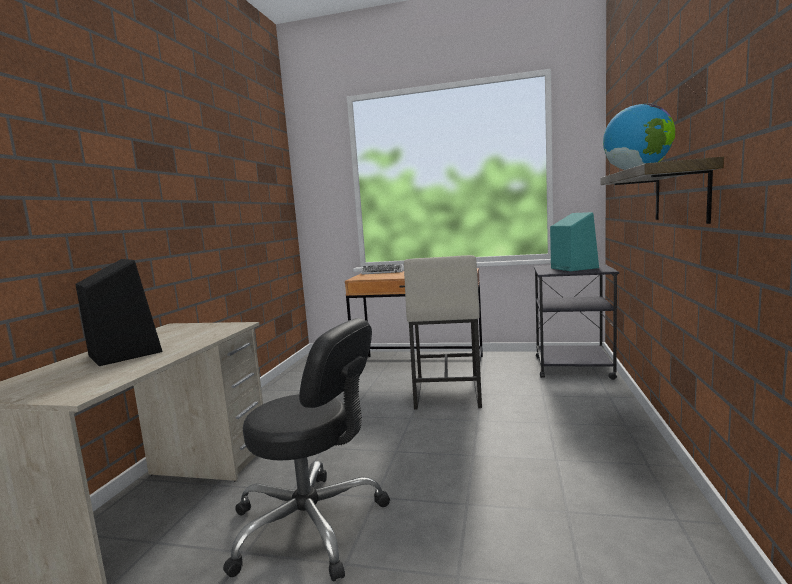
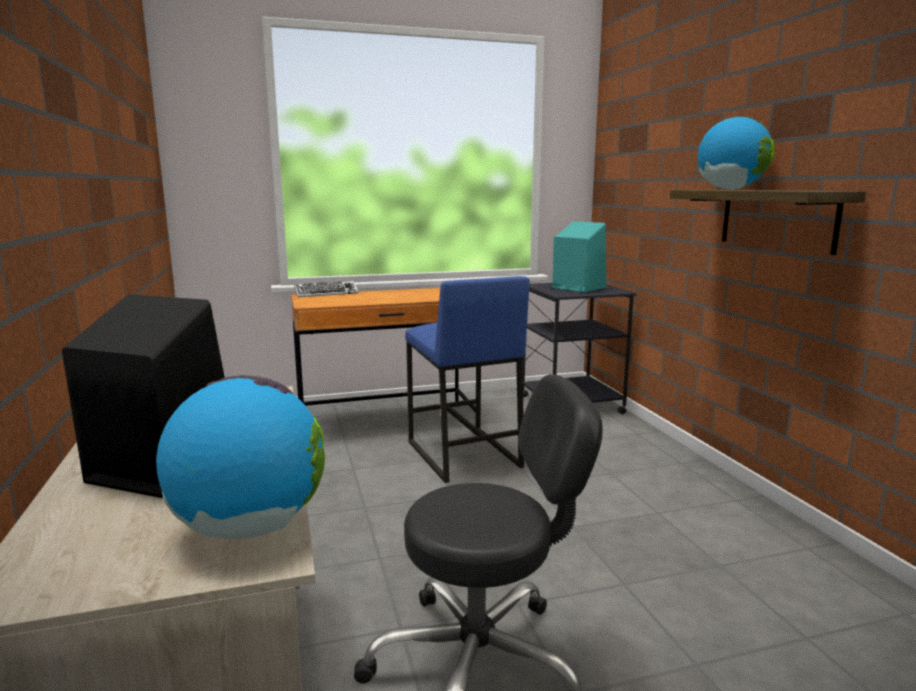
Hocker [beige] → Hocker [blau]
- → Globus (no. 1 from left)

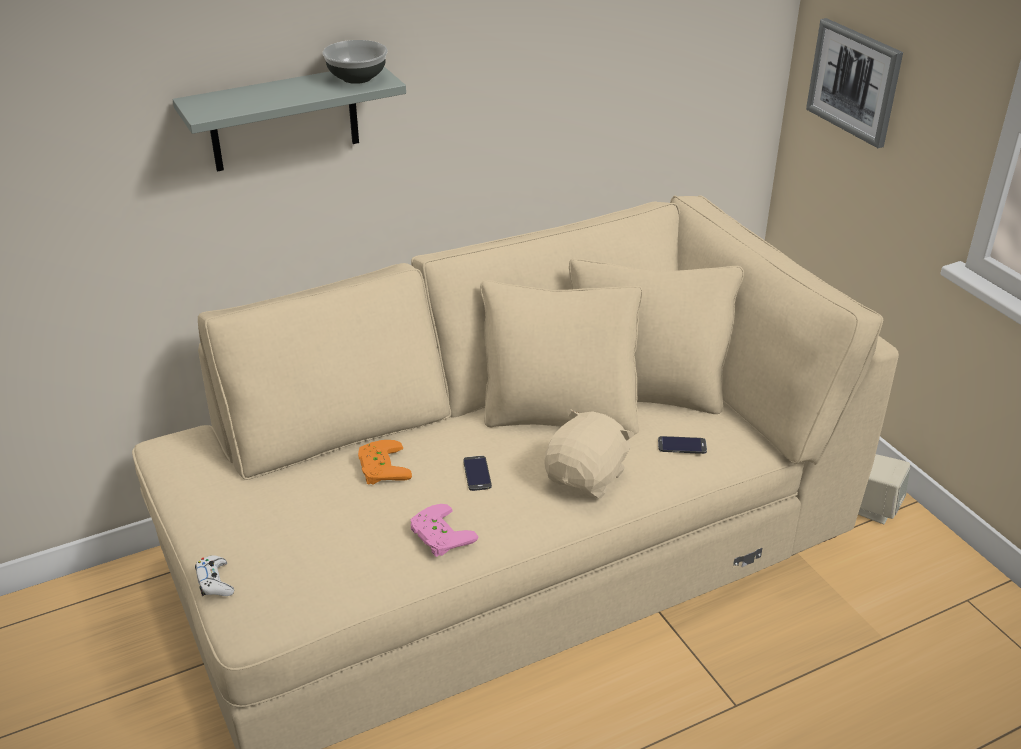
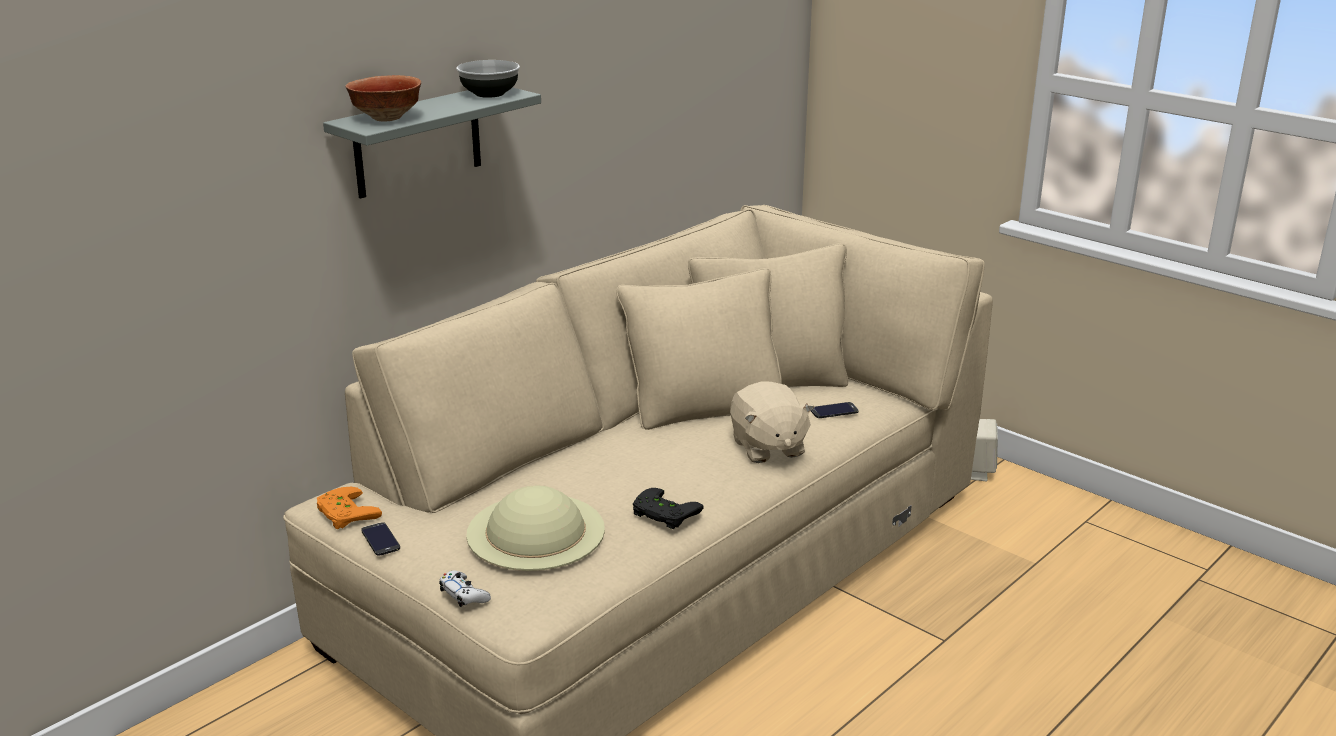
Gamepad [orange], relocated
Gamepad [rosa] → Gamepad [schwarz]
Handy (no. 1 from left), relocated
Plüschtier [beige], 150 degrees clockwise
Bild → -
- → Schüssel (no. 1 from left)
- → Hut [beige]

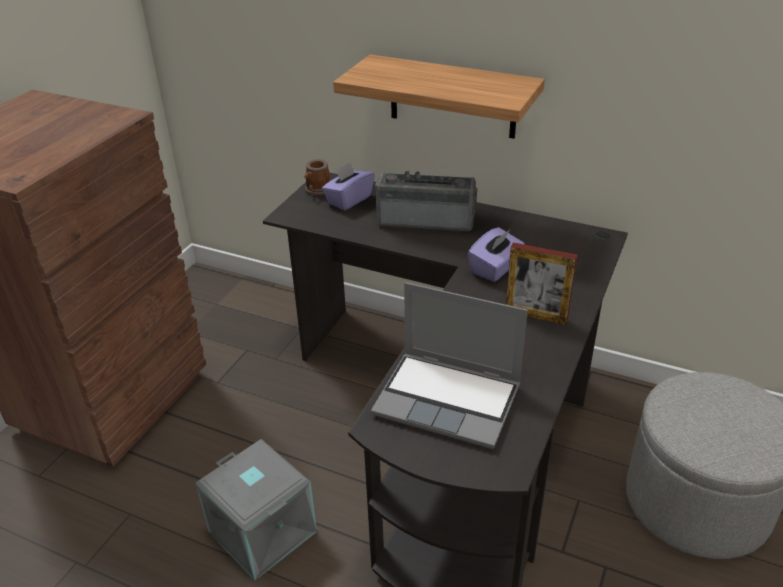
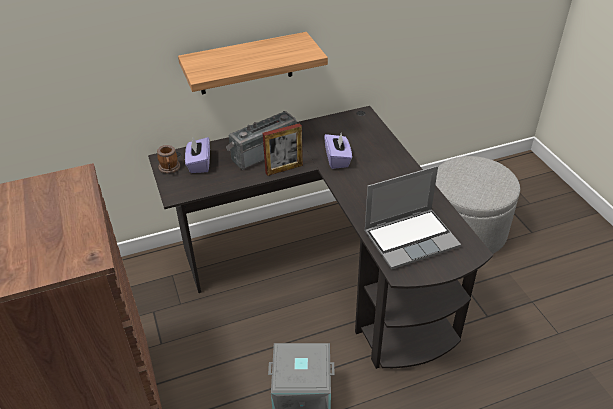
Bilderrahmen, relocated

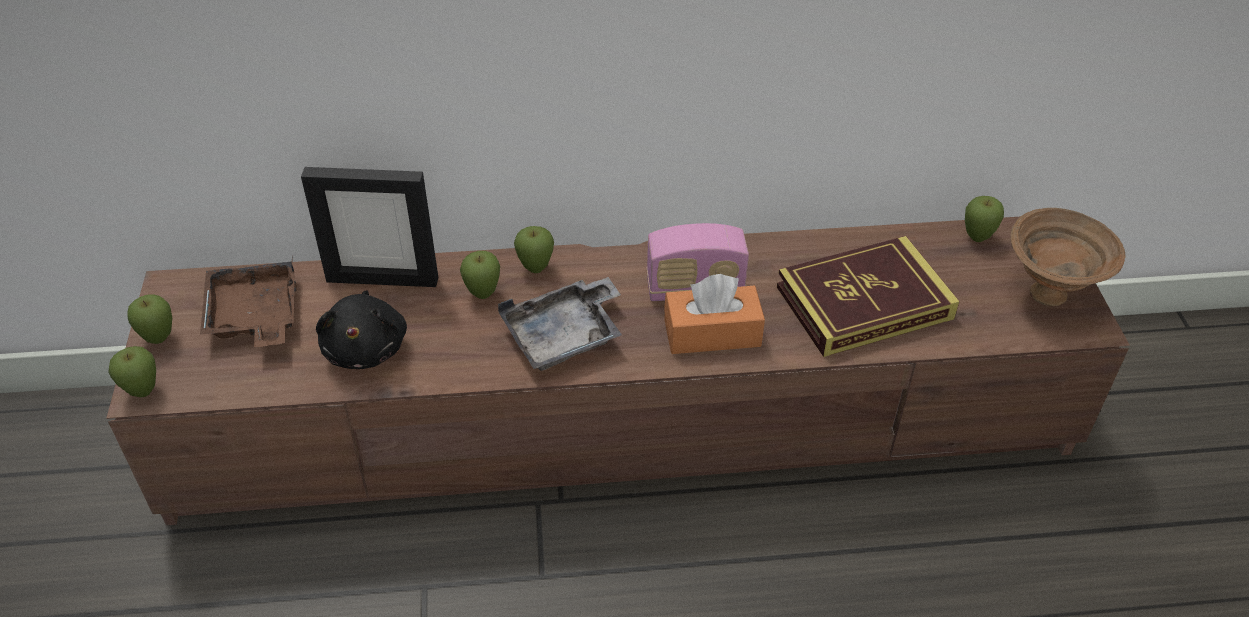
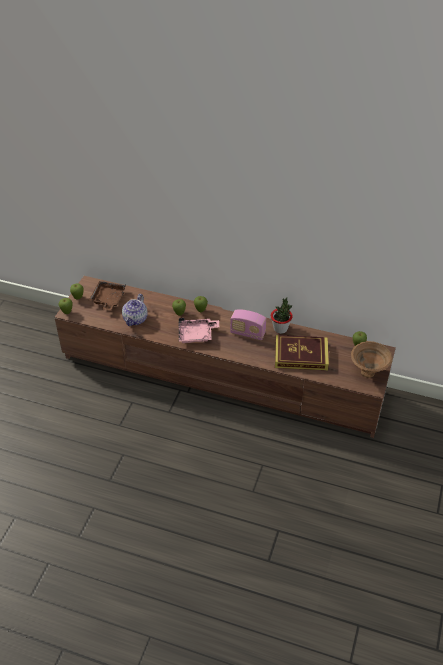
Bilderrahmen → -
Plüschtier [schwarz] → Teekanne
Tablett [grau] → Tablett [rosa]
Taschentuchbox [orange] → -
- → Topfpflanze

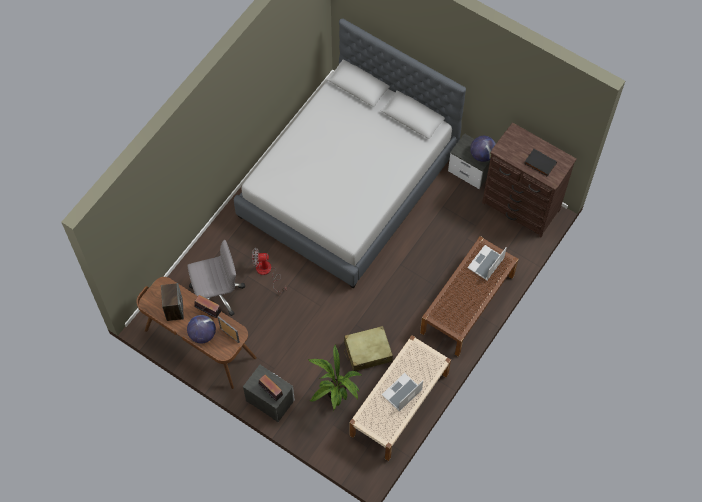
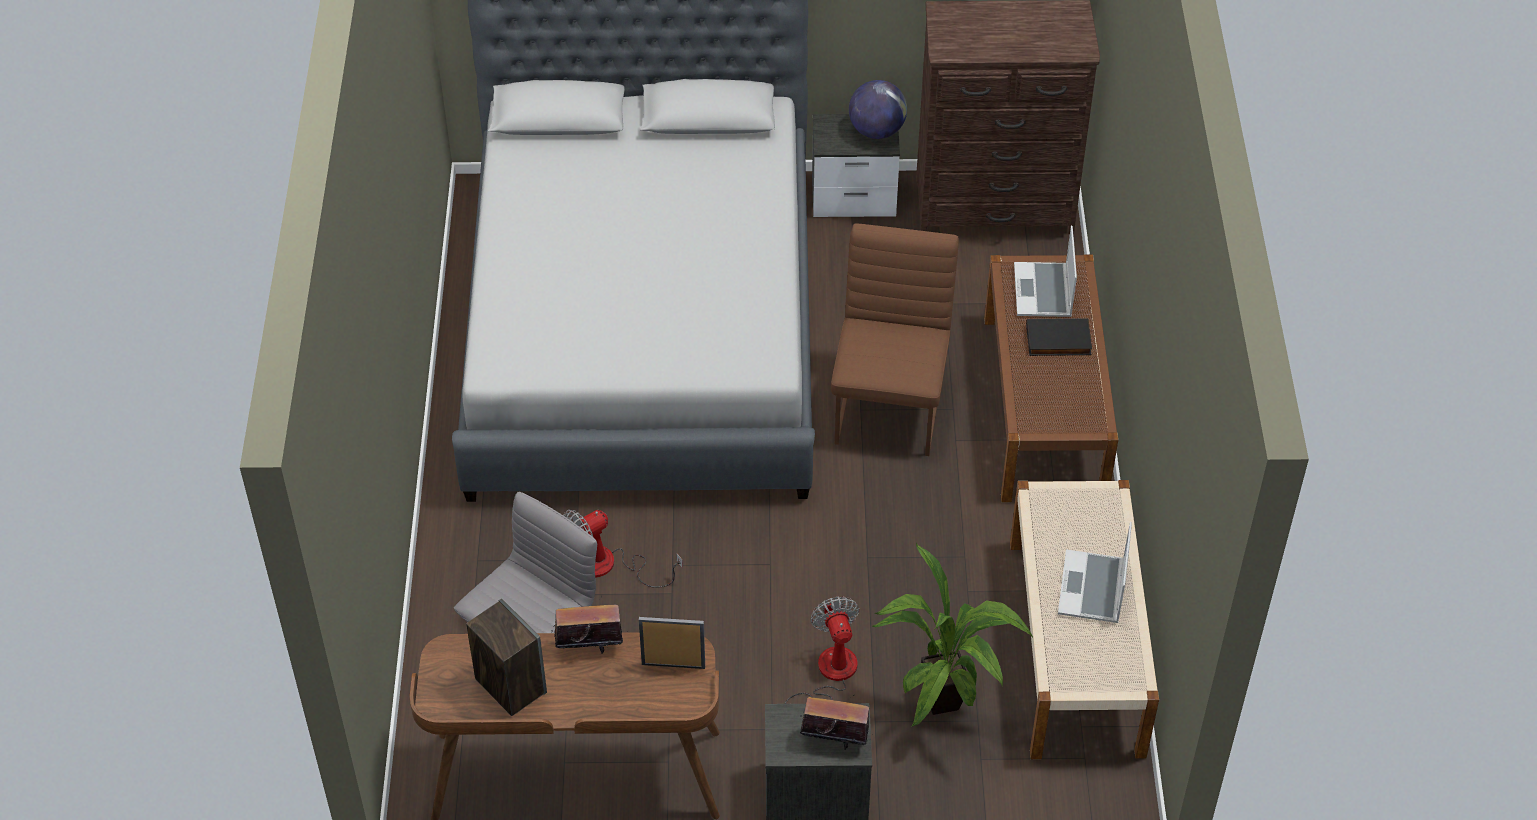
Globus (no. 1 from left) → -
Koffer [beige] → -
Buch [schwarz], relocated
- → Ventilator (no. 2 from left)
- → Stuhl [braun]

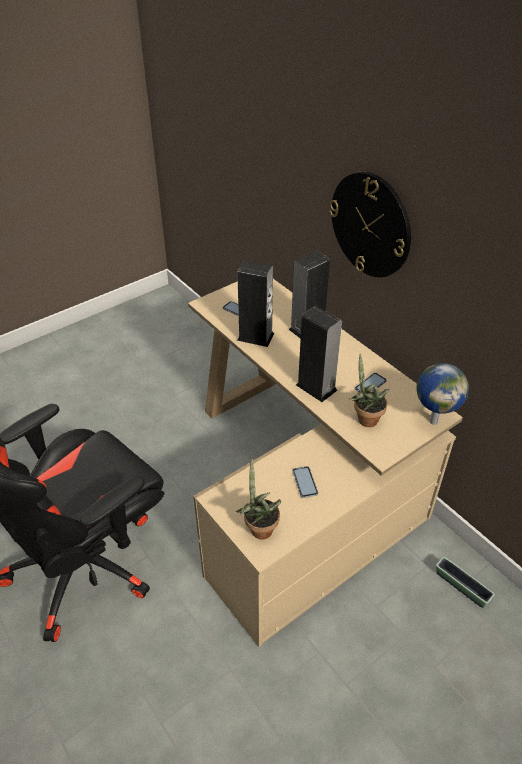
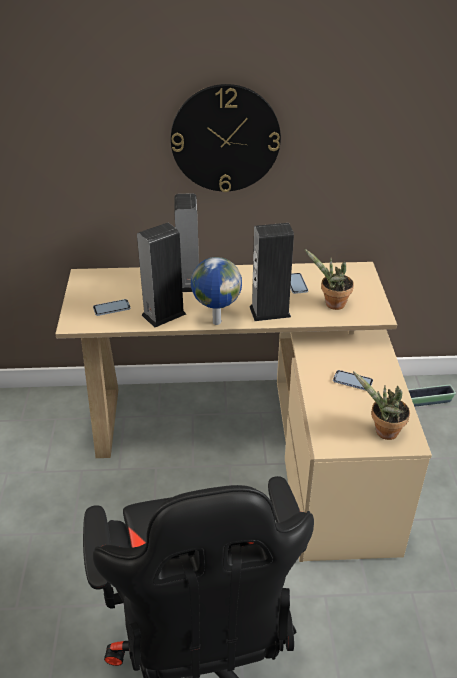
Globus, relocated

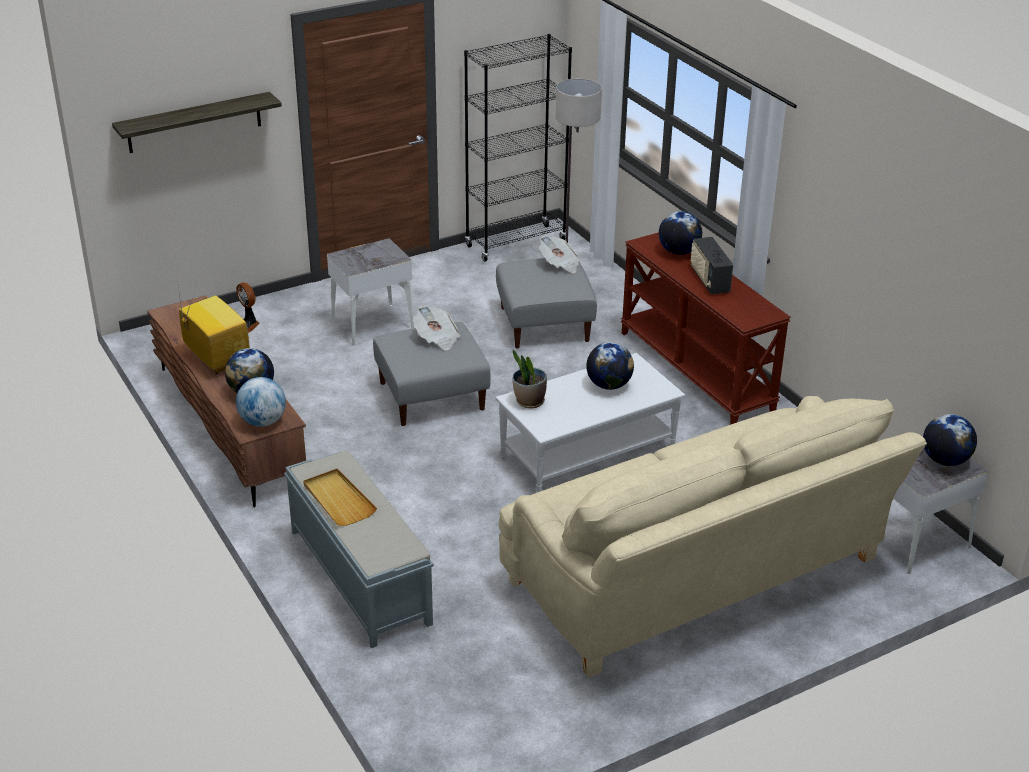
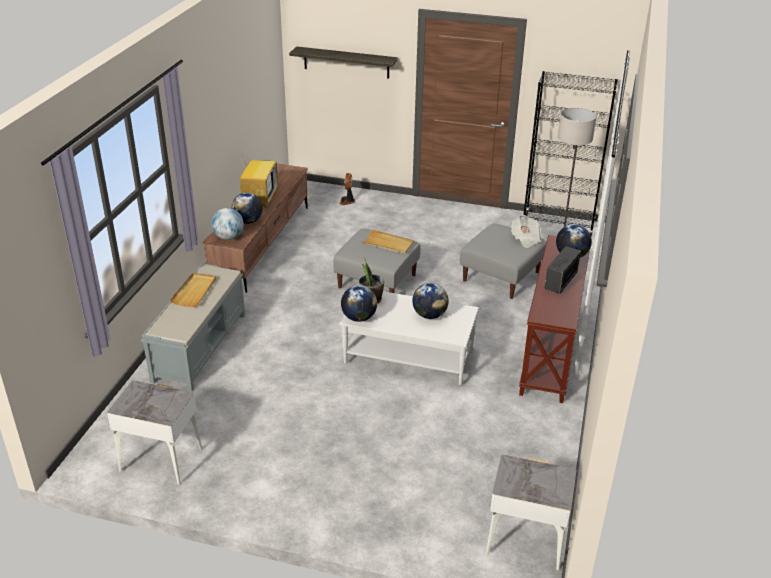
Beistelltisch (no. 1 from left), relocated
Zeitung (no. 1 from left) → Tablett [beige] (no. 2 from left)
Sofa [beige] → -
Globus (no. 5 from left in the first image) → Globus (no. 3 from left), relocated

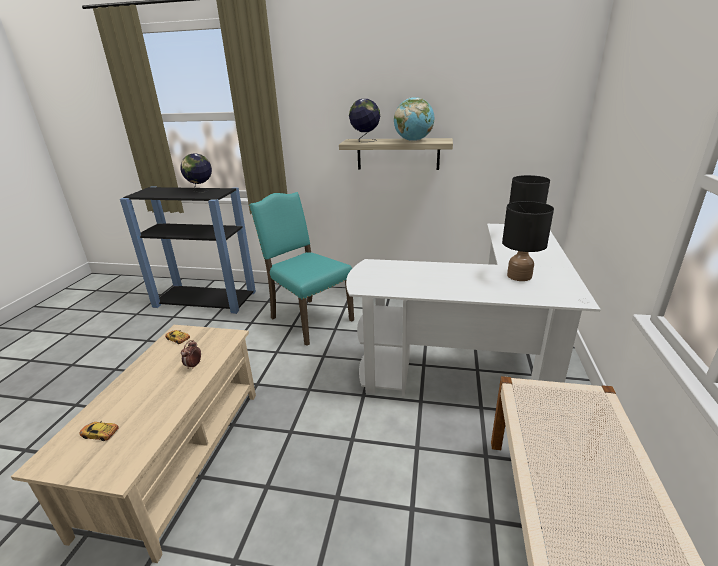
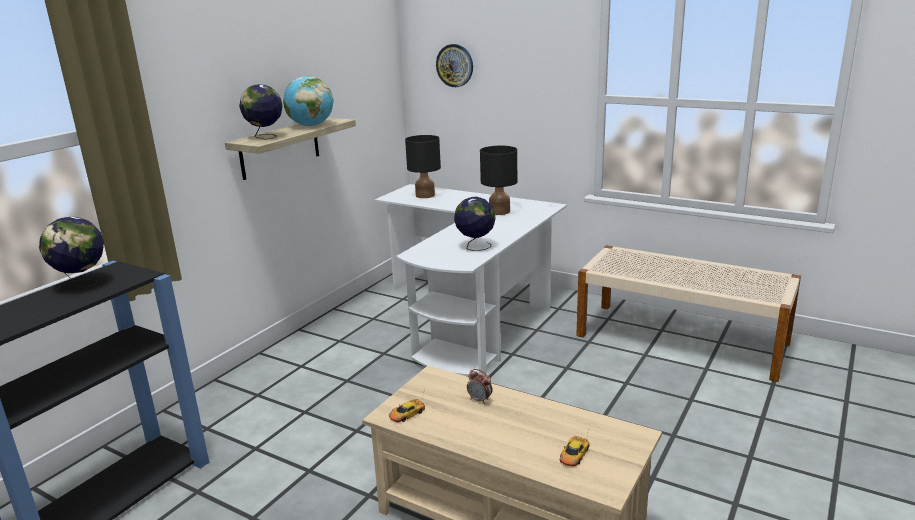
Stuhl [türkis] → -
- → Wanduhr
- → Globus (no. 4 from left)

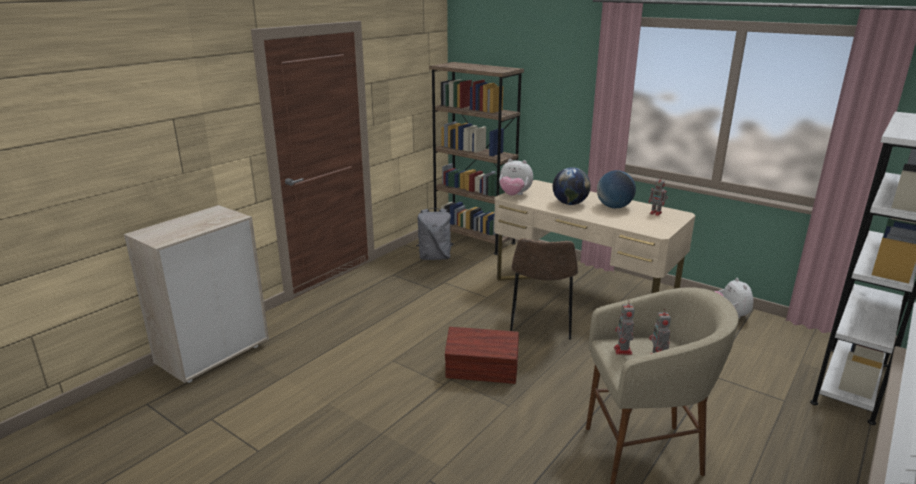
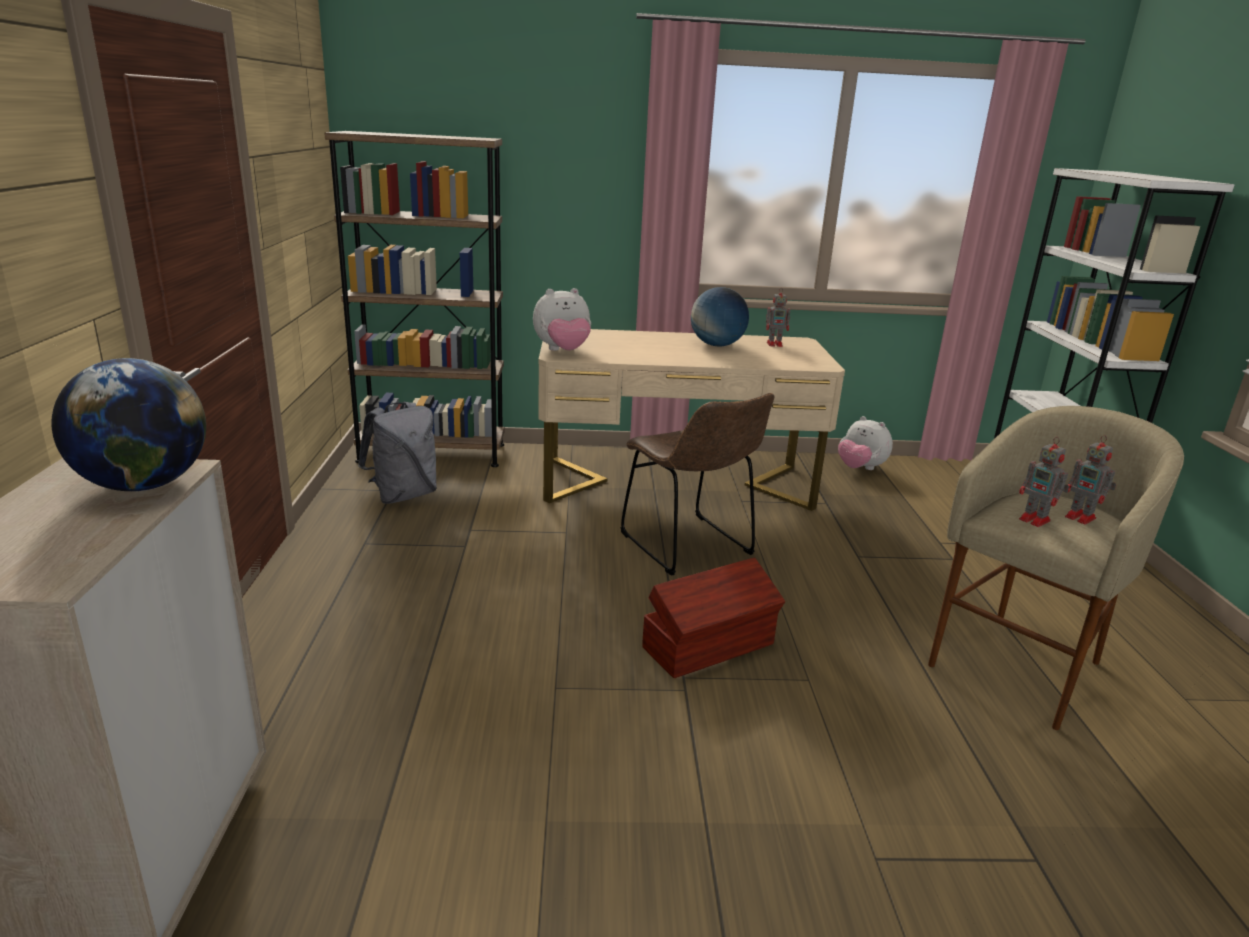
Globus (no. 1 from left), relocated

